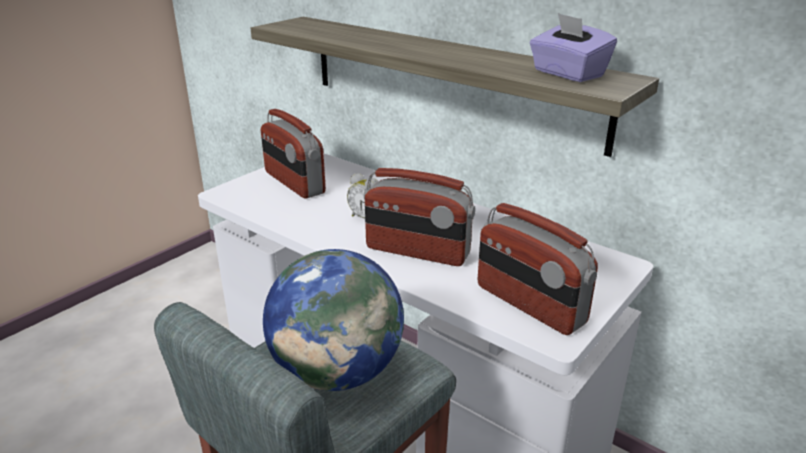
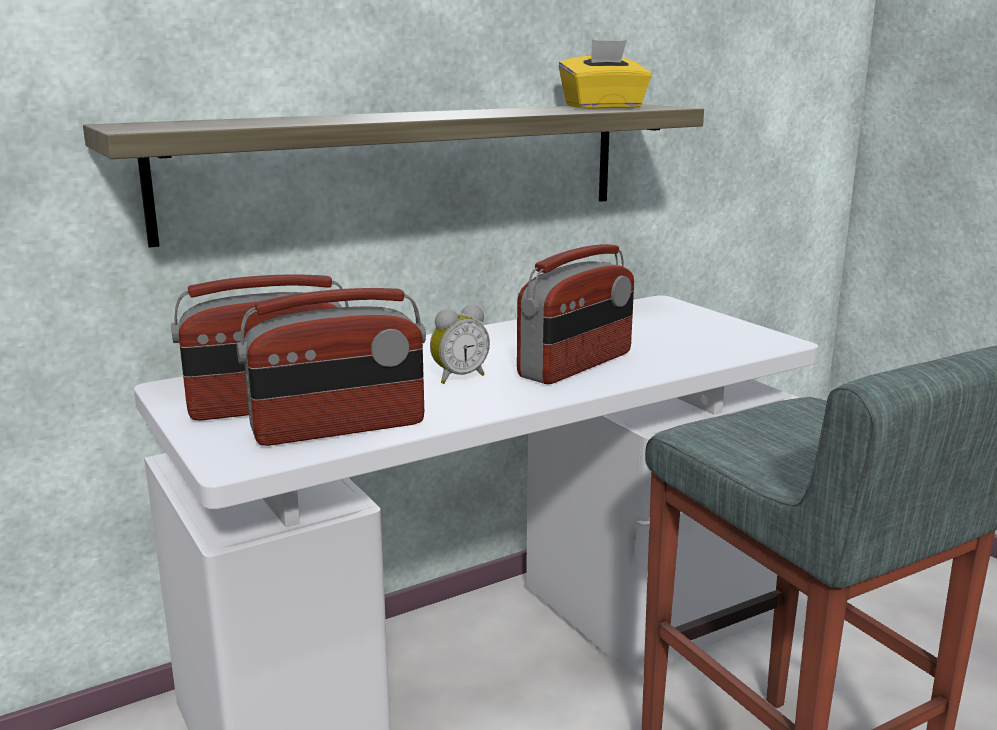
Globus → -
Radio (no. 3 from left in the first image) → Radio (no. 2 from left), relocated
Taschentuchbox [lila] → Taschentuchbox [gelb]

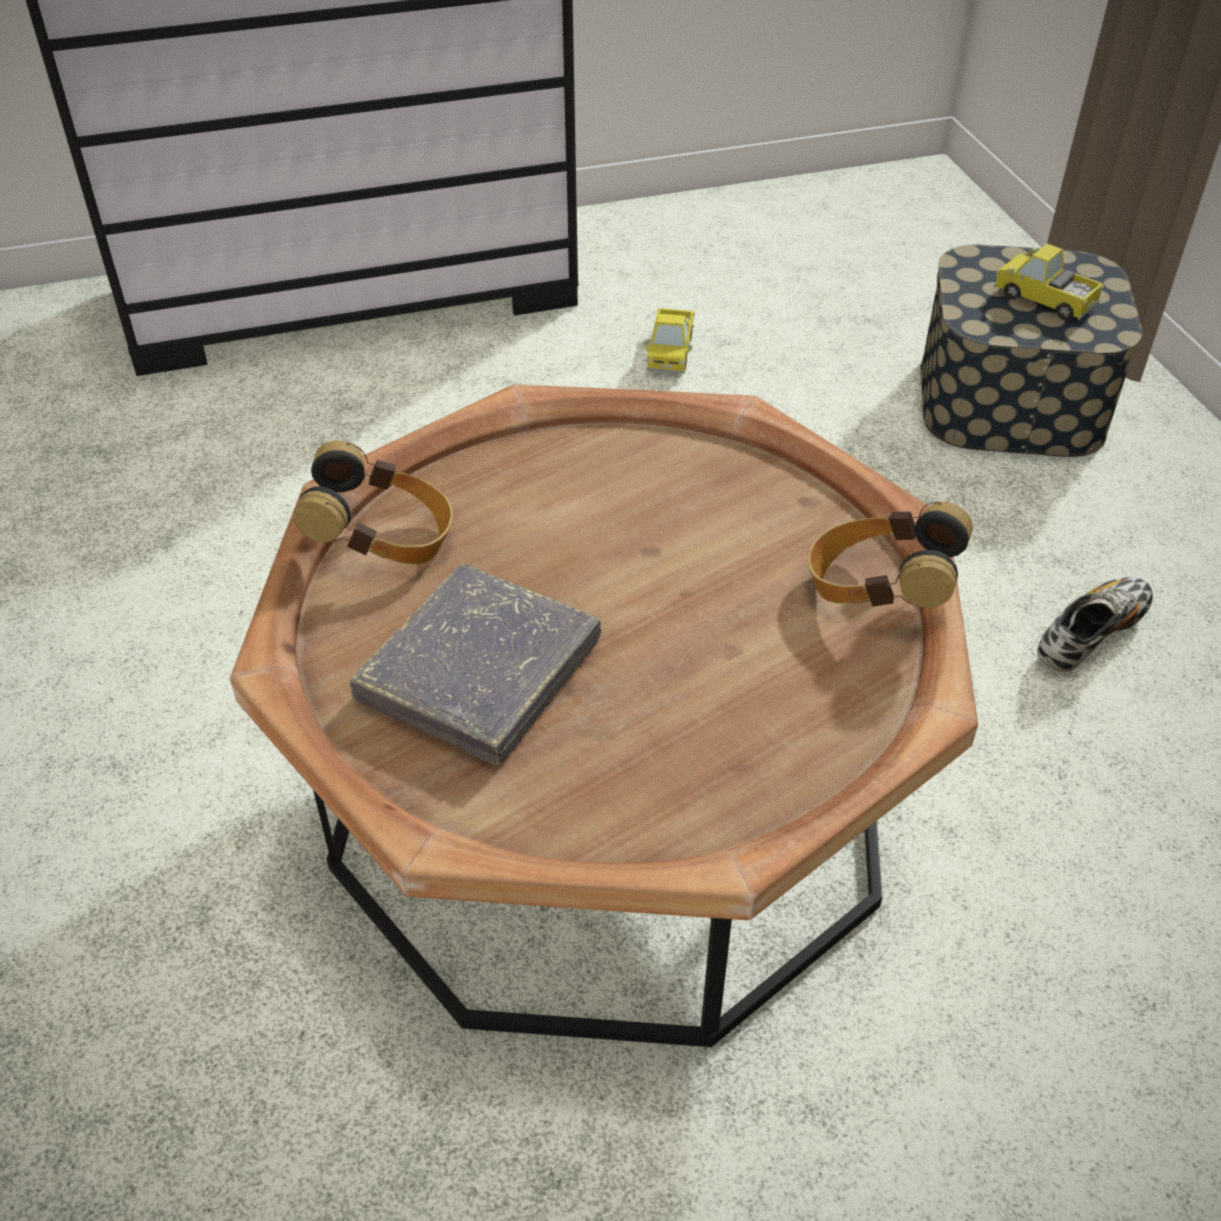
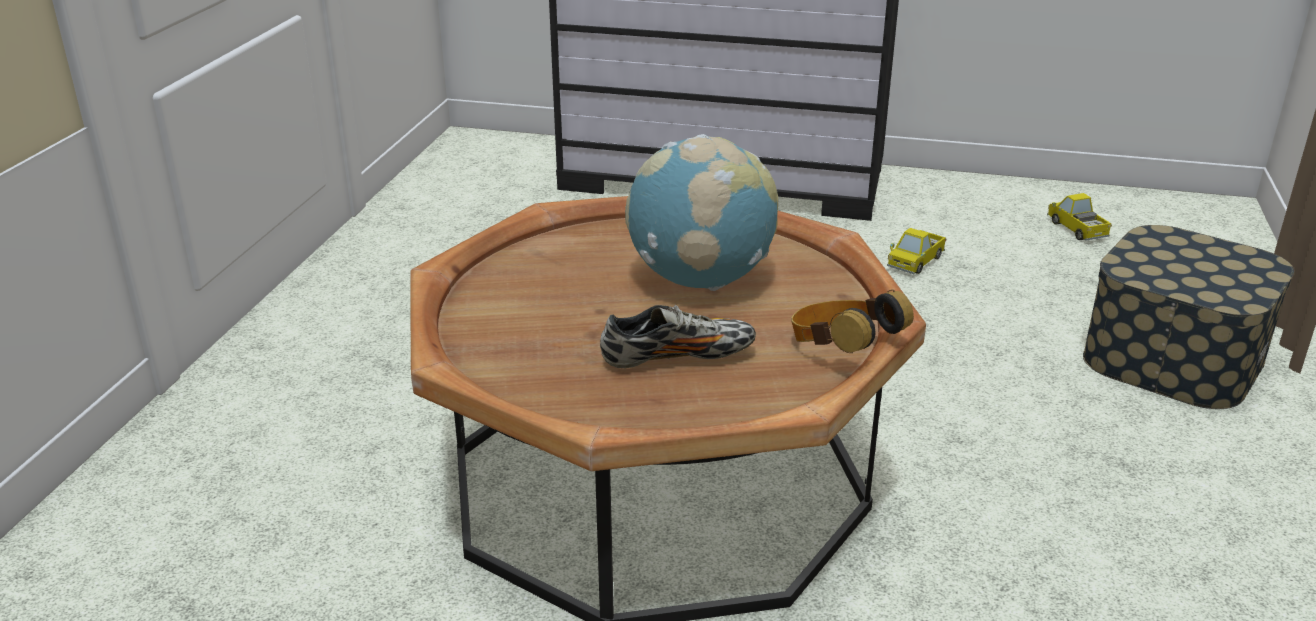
Kopfhörer (no. 1 from left) → -
Buch [grau] → -
Spielzeuglaster (no. 2 from left), relocated
Schuh, relocated
- → Globus

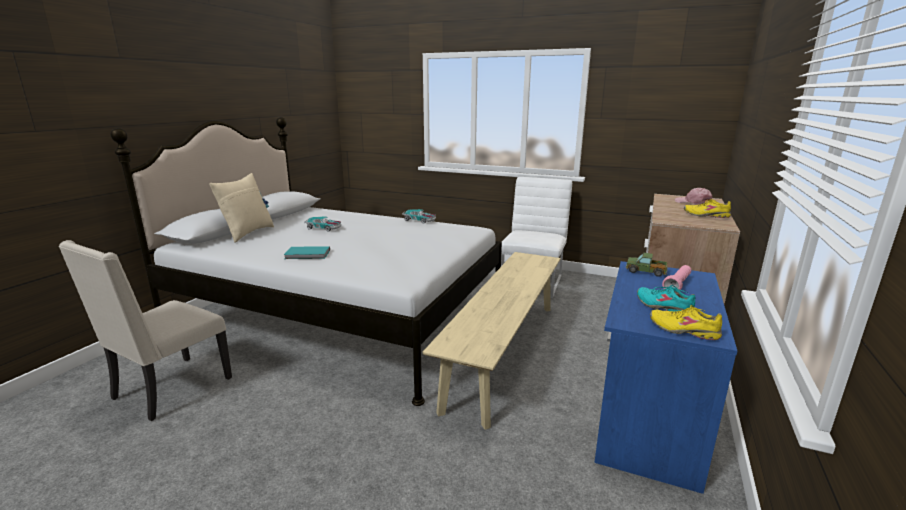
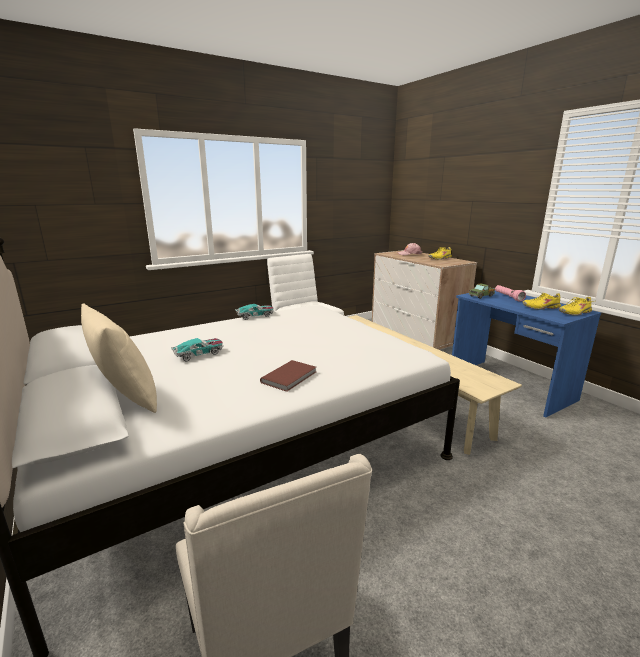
Buch [türkis] → Buch [braun]
Schuh [türkis] → Schuh [gelb] (no. 2 from left)

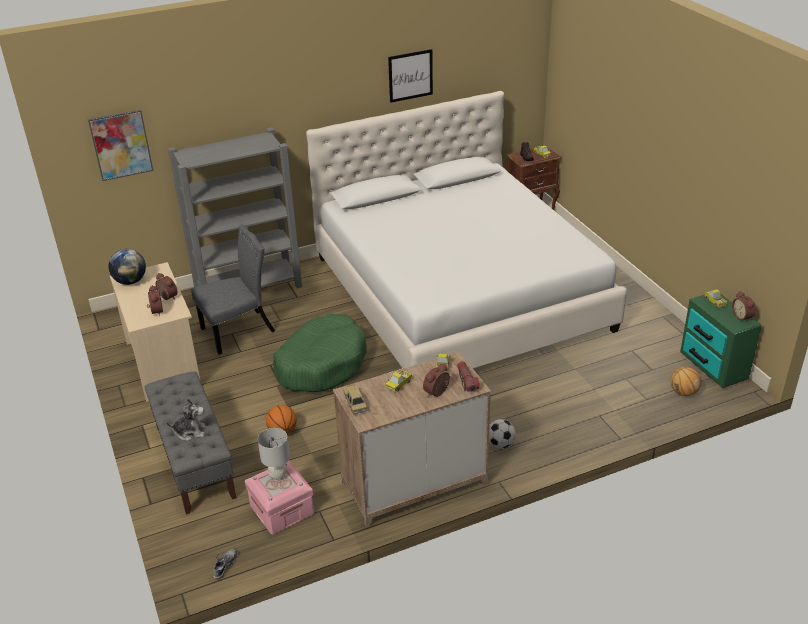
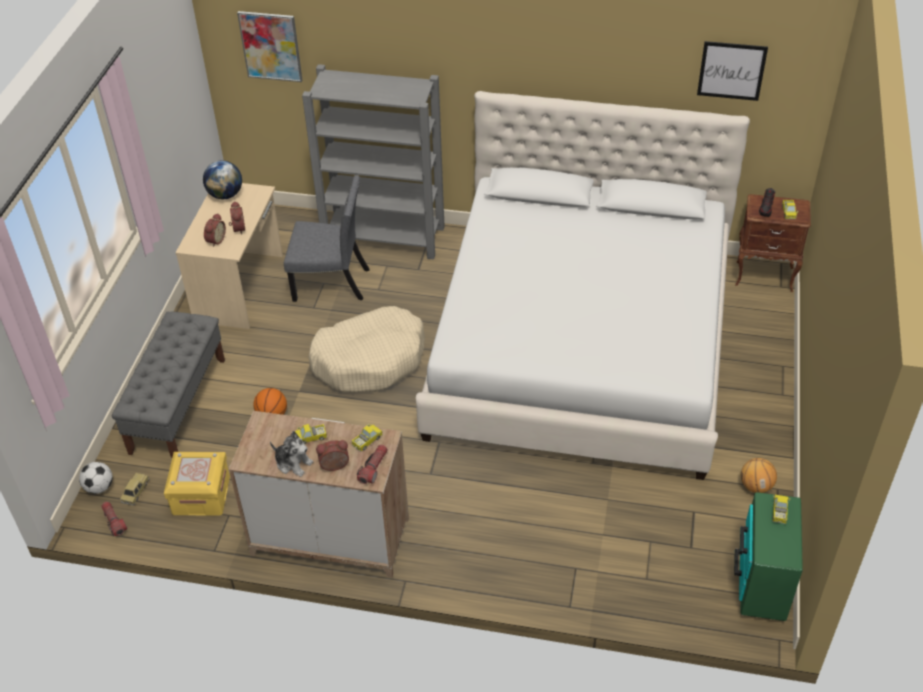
Plüschtier, relocated
Schuh (no. 1 from left) → Taschenlampe (no. 1 from left)
Aufbewahrungsbox [rosa] → Aufbewahrungsbox [gelb]
Tischlampe [grau] → -
Hundebett [grün] → Hundebett [beige]
Spielzeugauto, relocated
Bild (no. 2 from left), relocated
Fußball, relocated
Basketball (no. 2 from left), relocated
Wecker (no. 4 from left) → -

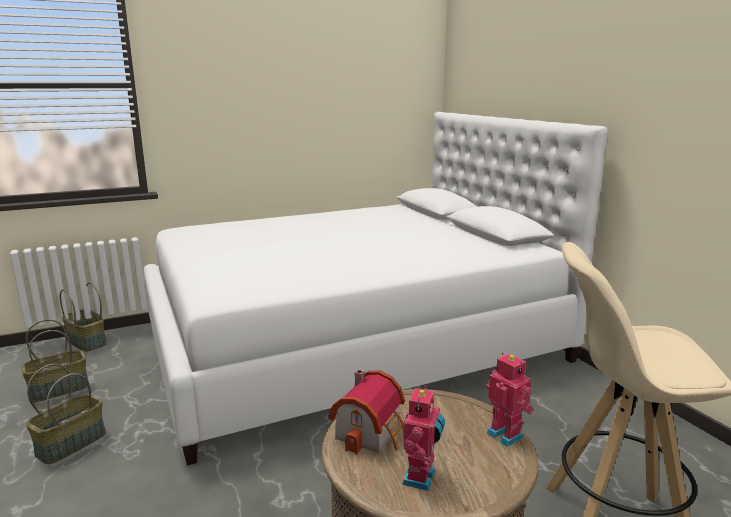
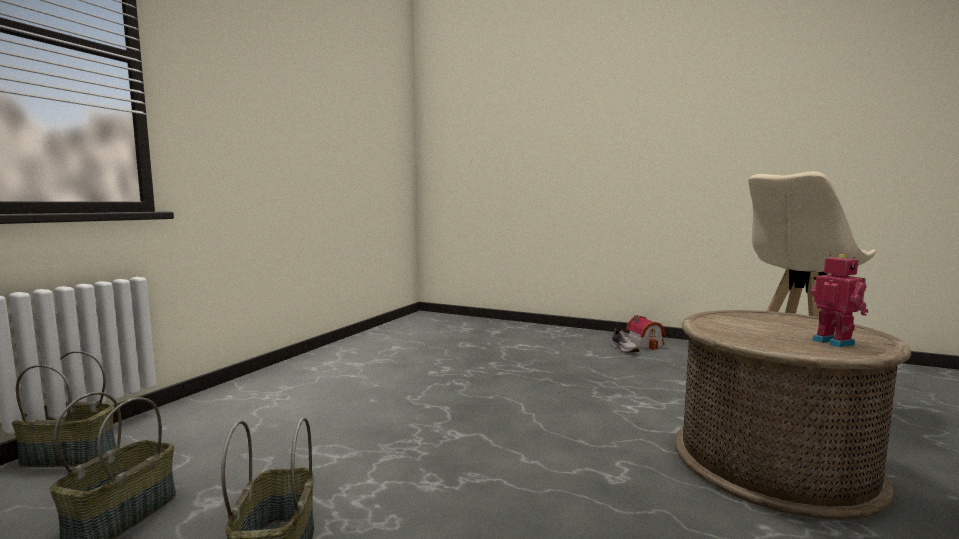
Bett [weiß] → -
Spielzeughaus, relocated
Spielzeugroboter (no. 2 from left) → -
- → Schuh

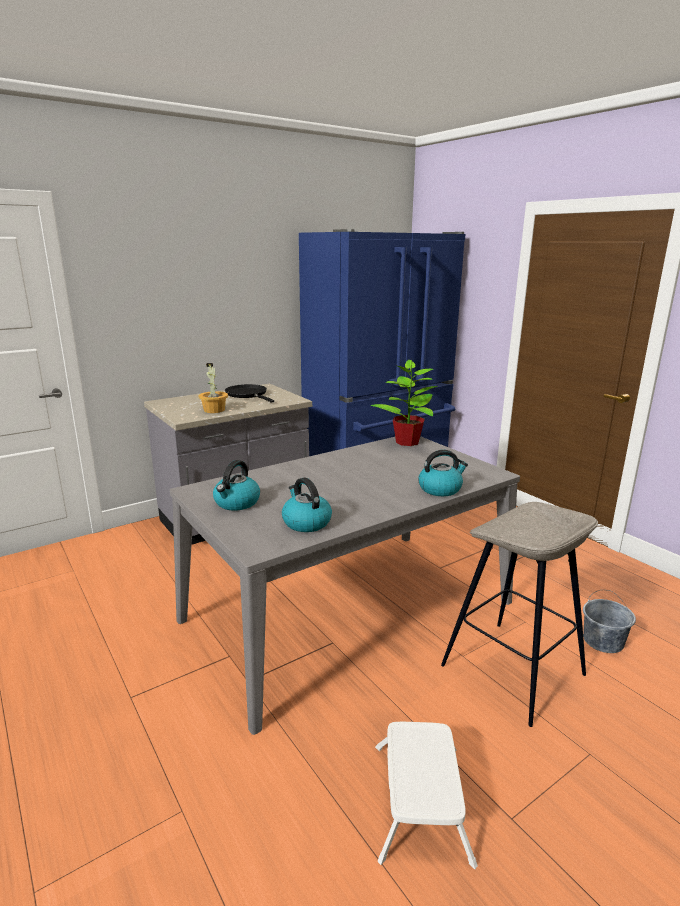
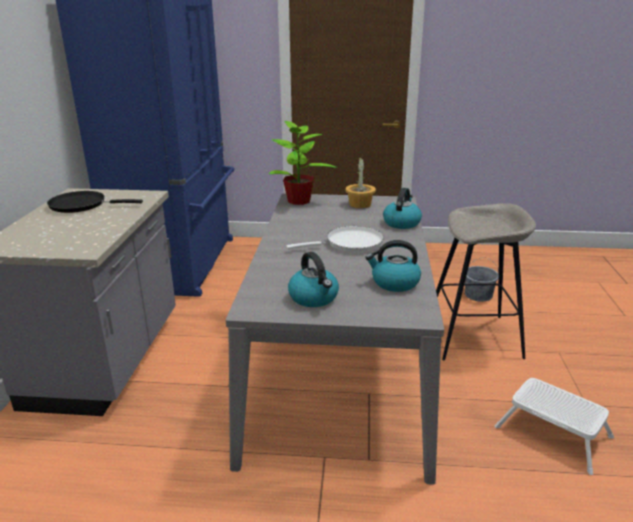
Topfpflanze (no. 1 from left in the first image) → Topfpflanze (no. 2 from left), relocated
- → Pfanne [weiß]

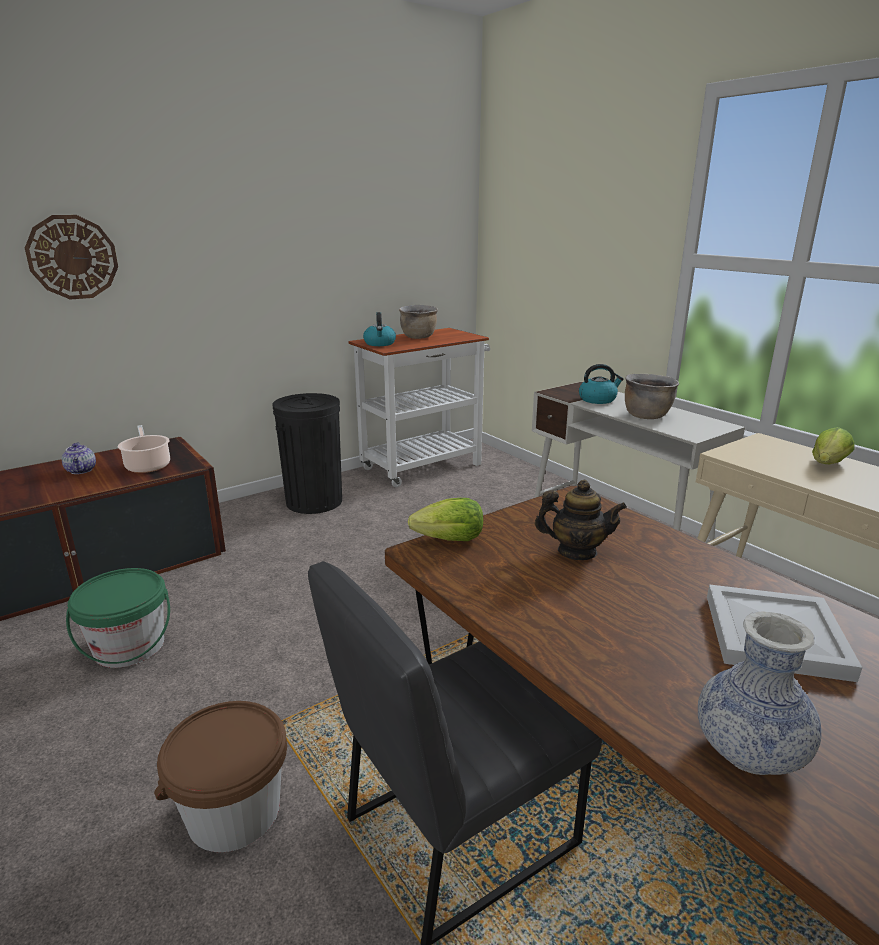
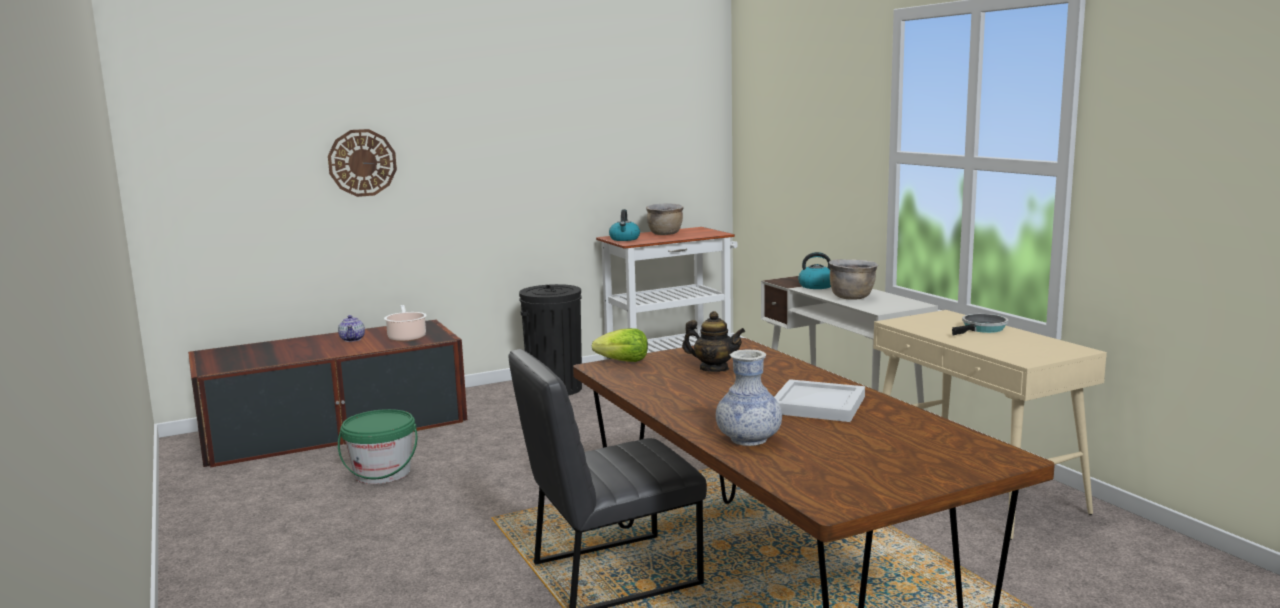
Eimer [braun] → -
Salatkopf (no. 2 from left) → Pfanne

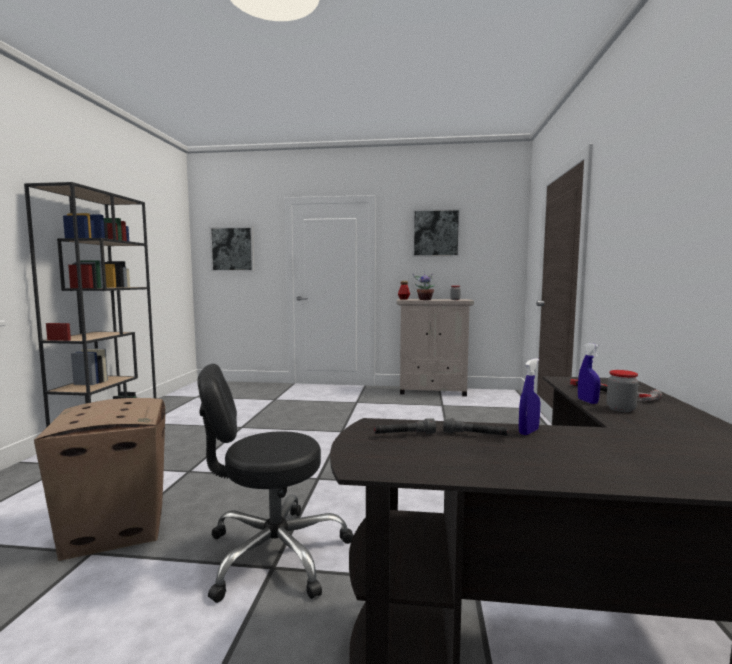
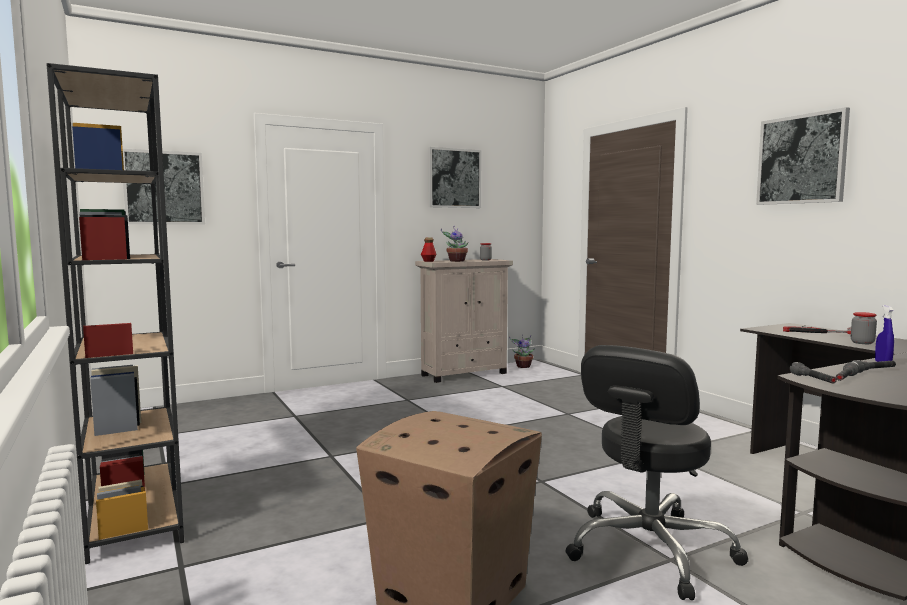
Sprühflasche [blau] (no. 2 from left) → -
- → Topfpflanze (no. 2 from left)
- → Bild (no. 3 from left)
- → Taschenlampe [grau] (no. 1 from left)

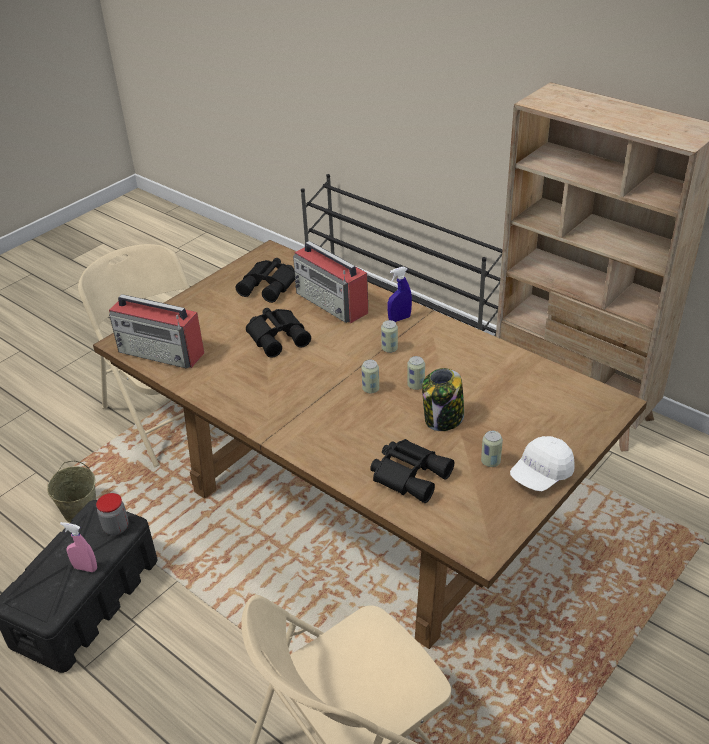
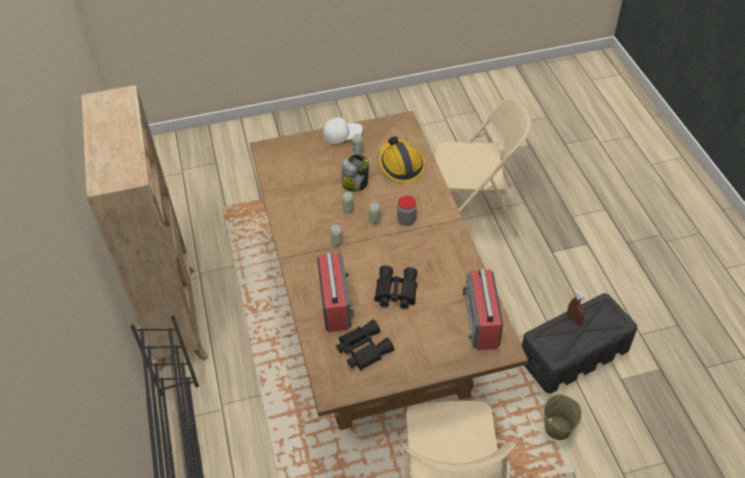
Sprühflasche [rosa] → Sprühflasche [braun]
Vorratsglas (no. 1 from left in the first image) → Vorratsglas (no. 2 from left), relocated
Radio (no. 1 from left in the first image) → Radio (no. 2 from left), 150 degrees counterclockwise
Fernglas [schwarz] (no. 3 from left) → Schutzhelm
Sprühflasche [blau] → -

